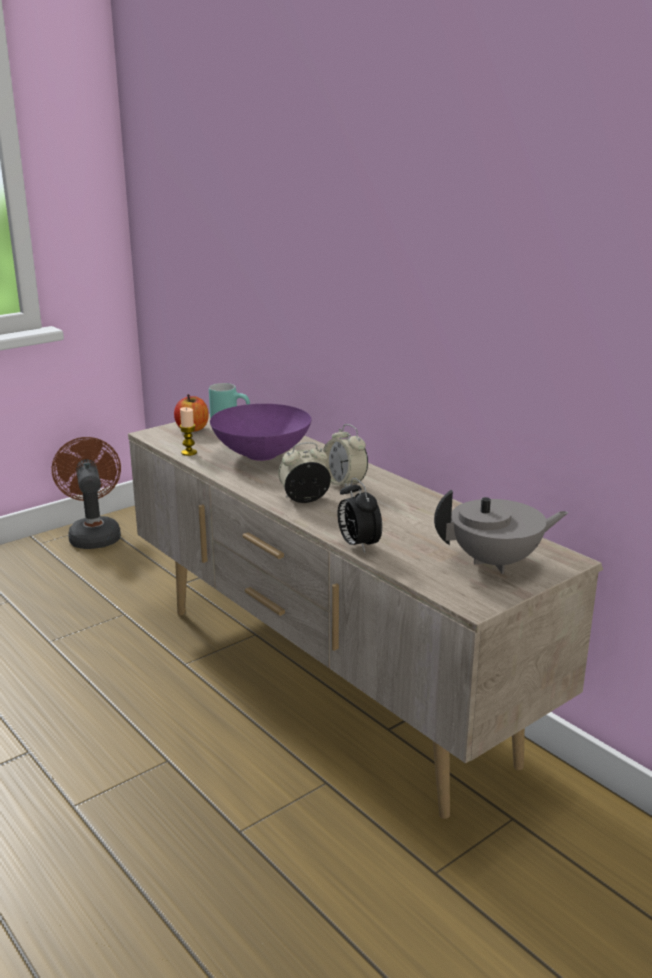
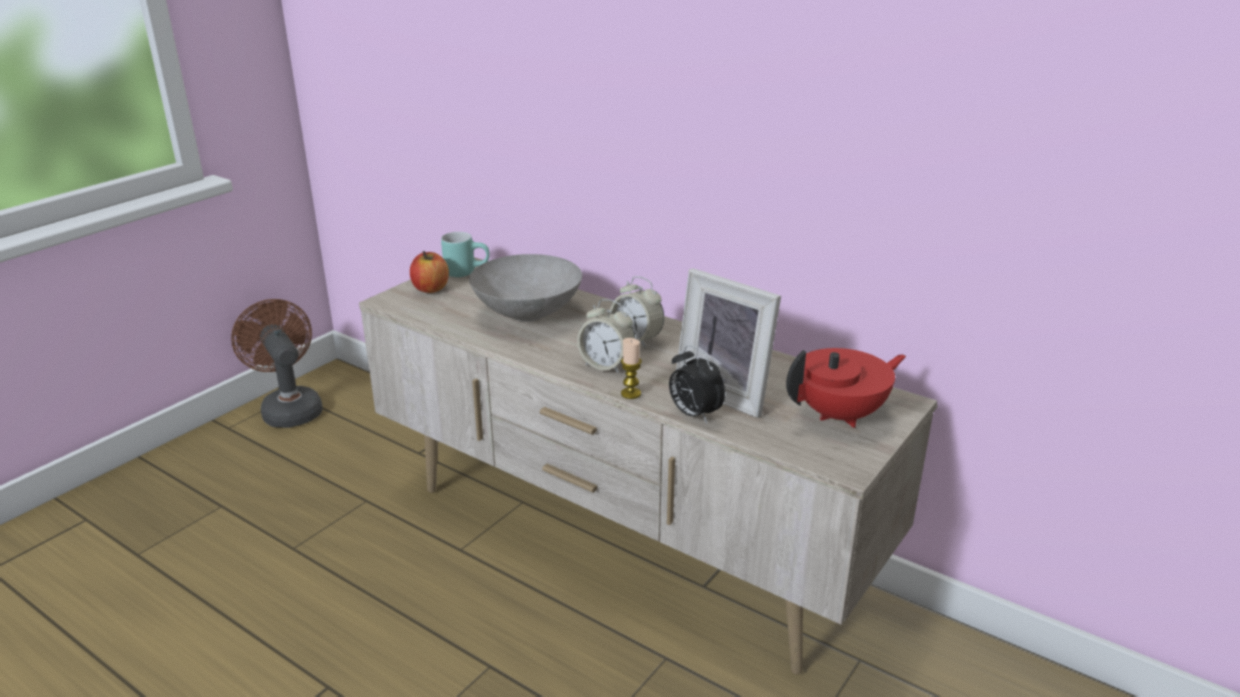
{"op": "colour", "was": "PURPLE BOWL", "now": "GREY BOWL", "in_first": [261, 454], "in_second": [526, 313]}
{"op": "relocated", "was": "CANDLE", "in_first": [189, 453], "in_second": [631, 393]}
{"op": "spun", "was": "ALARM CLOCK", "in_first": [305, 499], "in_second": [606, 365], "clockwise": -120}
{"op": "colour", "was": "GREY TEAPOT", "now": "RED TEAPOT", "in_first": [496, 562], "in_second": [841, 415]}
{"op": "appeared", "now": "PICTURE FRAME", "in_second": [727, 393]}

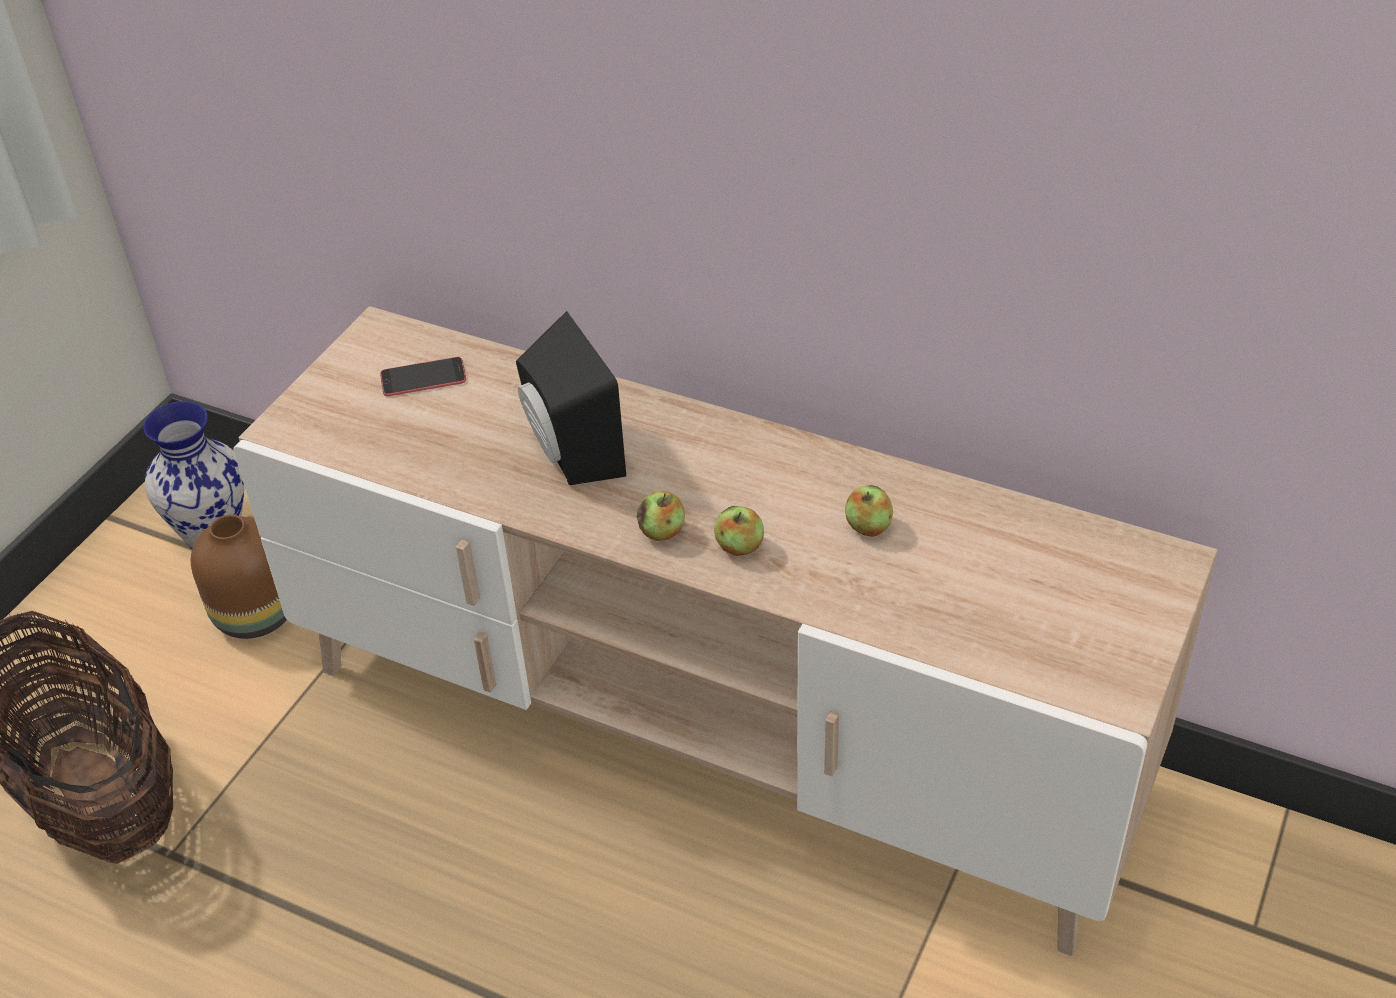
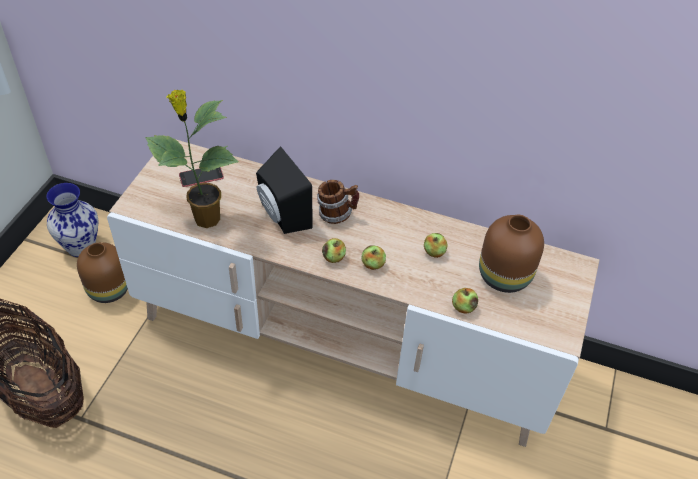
{"op": "appeared", "now": "POTTED PLANT", "in_second": [205, 219]}
{"op": "appeared", "now": "MUG", "in_second": [337, 214]}
{"op": "appeared", "now": "BROWN VASE", "in_second": [506, 276]}
{"op": "appeared", "now": "APPLE", "in_second": [463, 307]}

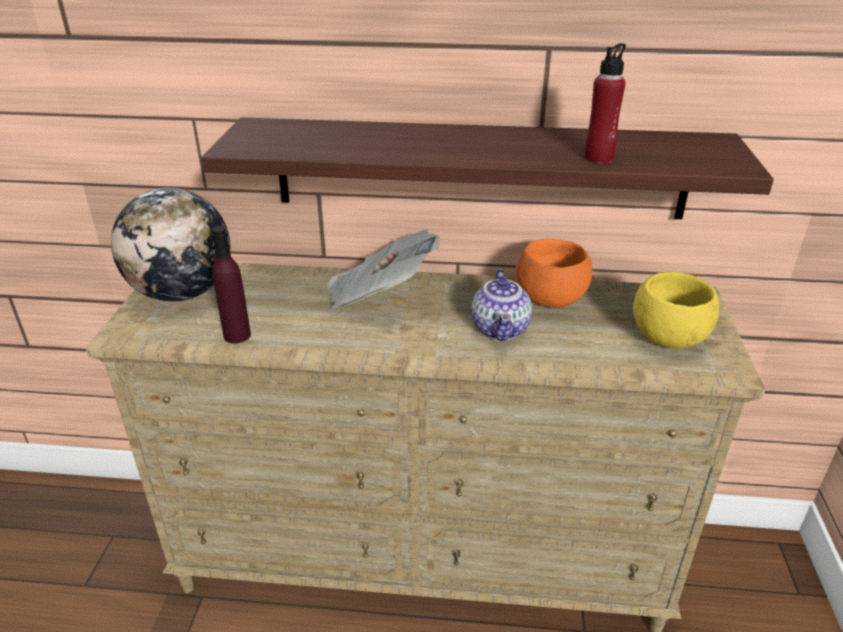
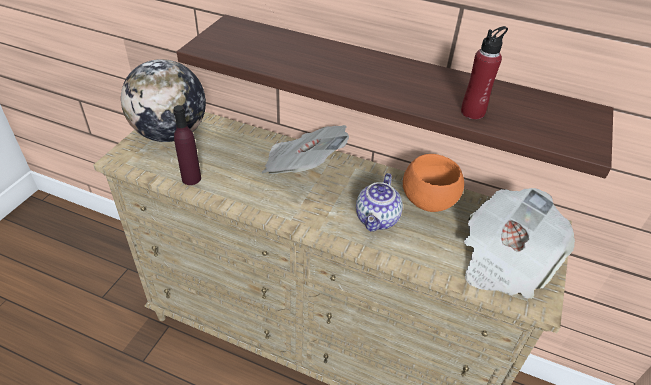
{"op": "exchanged", "was": "YELLOW BOWL", "now": "NEWSPAPER", "in_first": [668, 339], "in_second": [505, 260]}

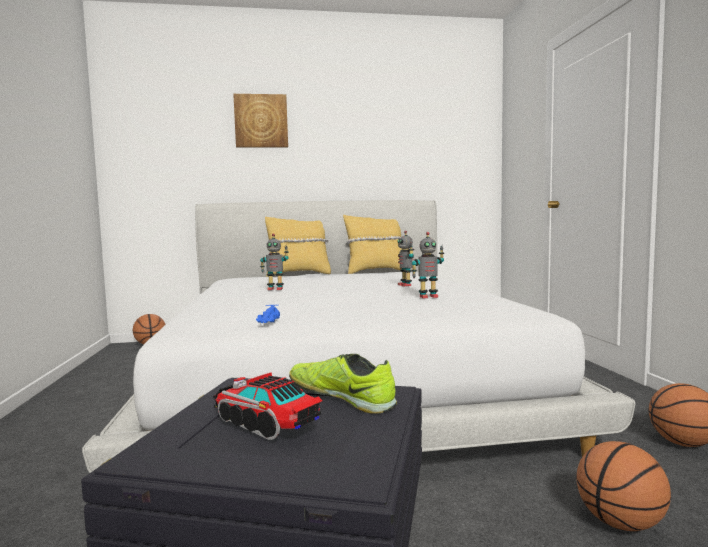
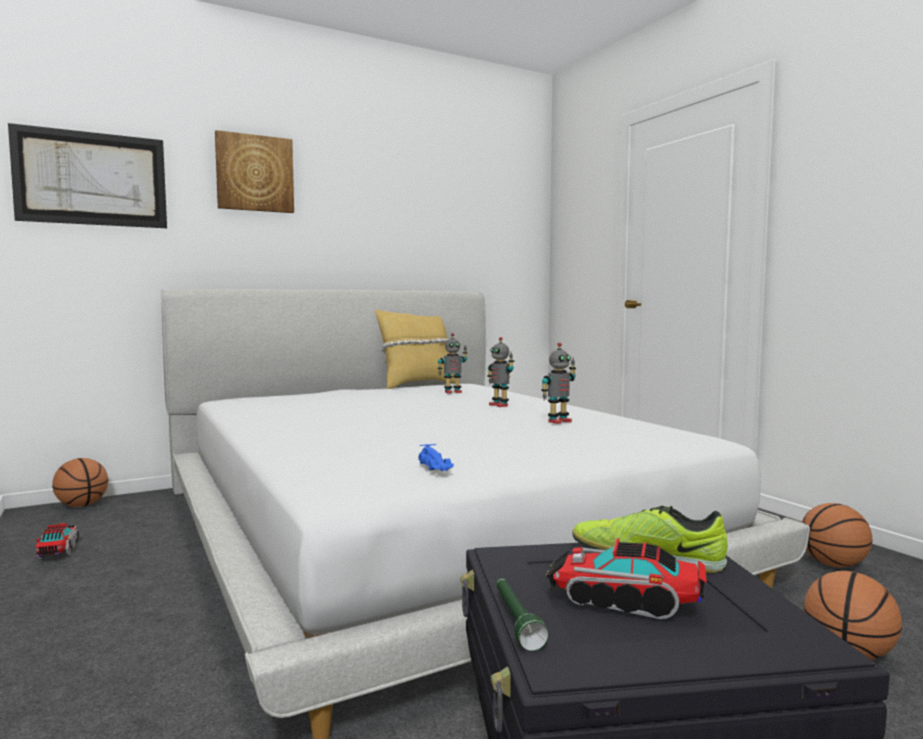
{"op": "missing", "was": "YELLOW PILLOW", "in_first": [298, 274]}
{"op": "relocated", "was": "TOY ROBOT", "in_first": [275, 289], "in_second": [452, 392]}
{"op": "appeared", "now": "PICTURE", "in_second": [92, 179]}
{"op": "appeared", "now": "TOY TRUCK", "in_second": [58, 551]}
{"op": "appeared", "now": "GREEN FLASHLIGHT", "in_second": [515, 621]}

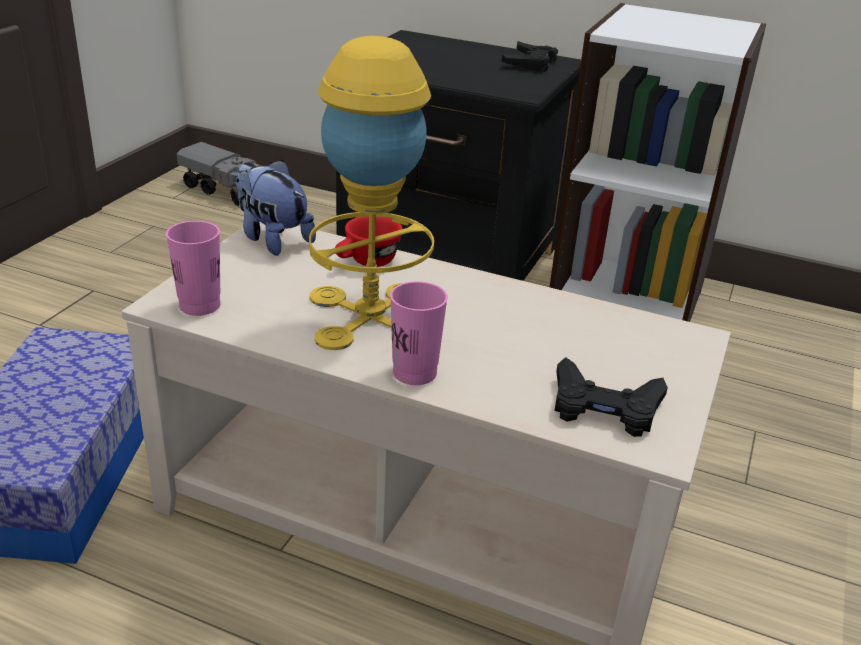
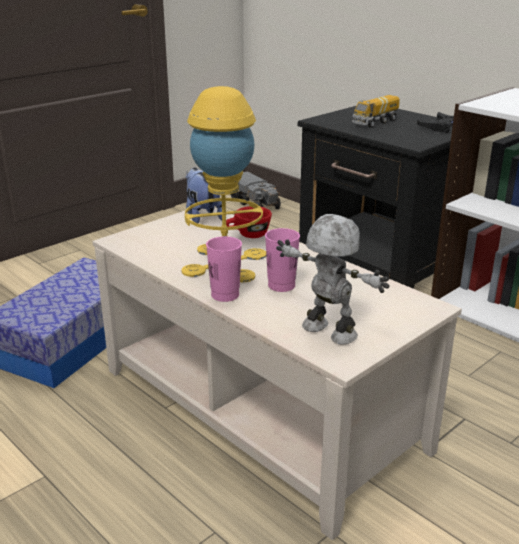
{"op": "relocated", "was": "PINK CUP", "in_first": [200, 305], "in_second": [281, 285]}
{"op": "exchanged", "was": "BLACK GAME CONTROLLER", "now": "TOY ROBOT", "in_first": [604, 407], "in_second": [327, 333]}
{"op": "appeared", "now": "TOY TRUCK", "in_second": [375, 122]}

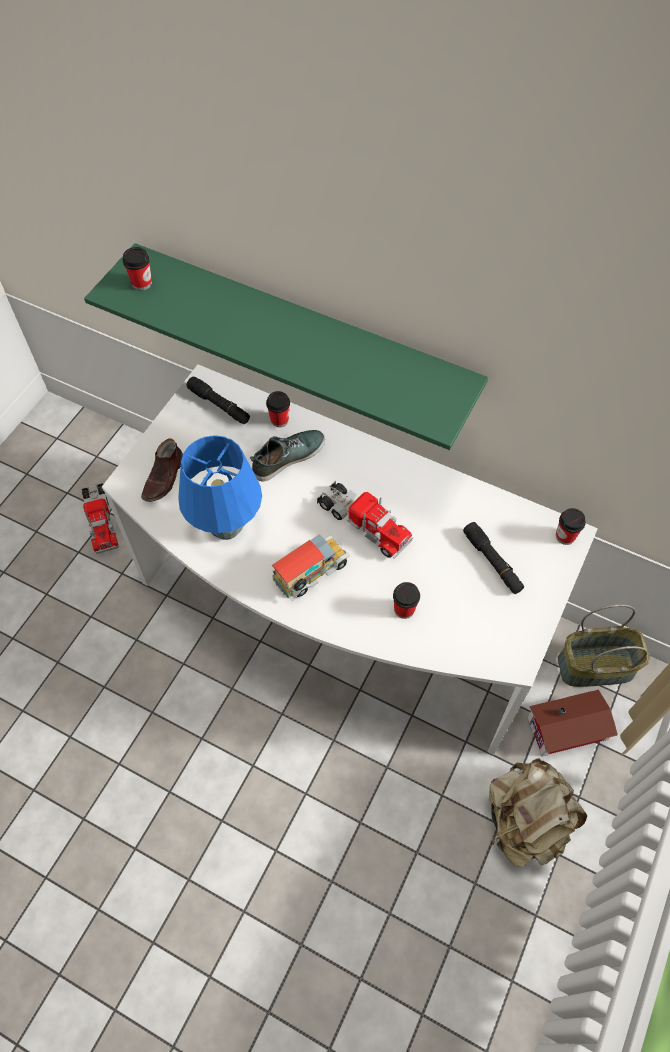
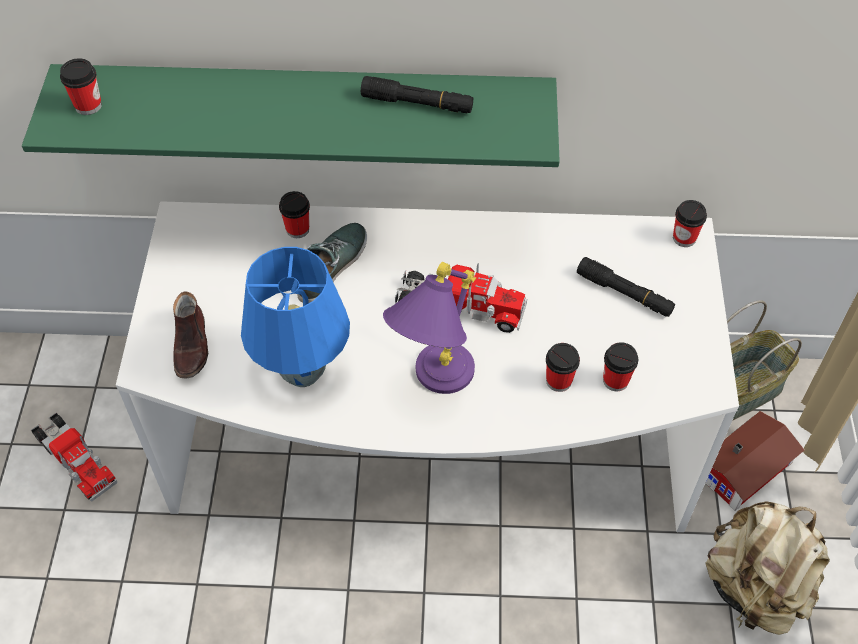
{"op": "relocated", "was": "BLACK FLASHLIGHT", "in_first": [219, 405], "in_second": [417, 104]}
{"op": "exchanged", "was": "TOY TRUCK", "now": "PURPLE TABLE LAMP", "in_first": [311, 574], "in_second": [432, 385]}
{"op": "appeared", "now": "CUP", "in_second": [615, 380]}

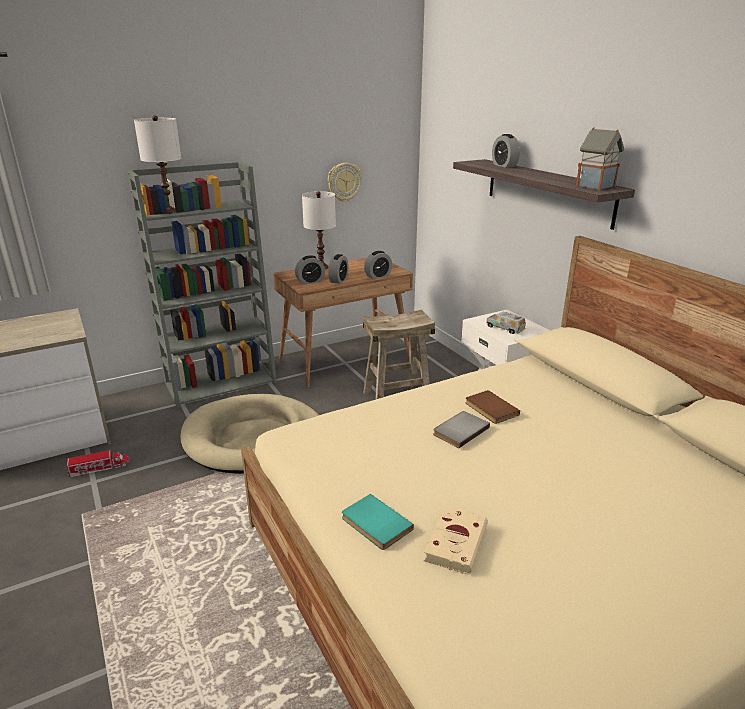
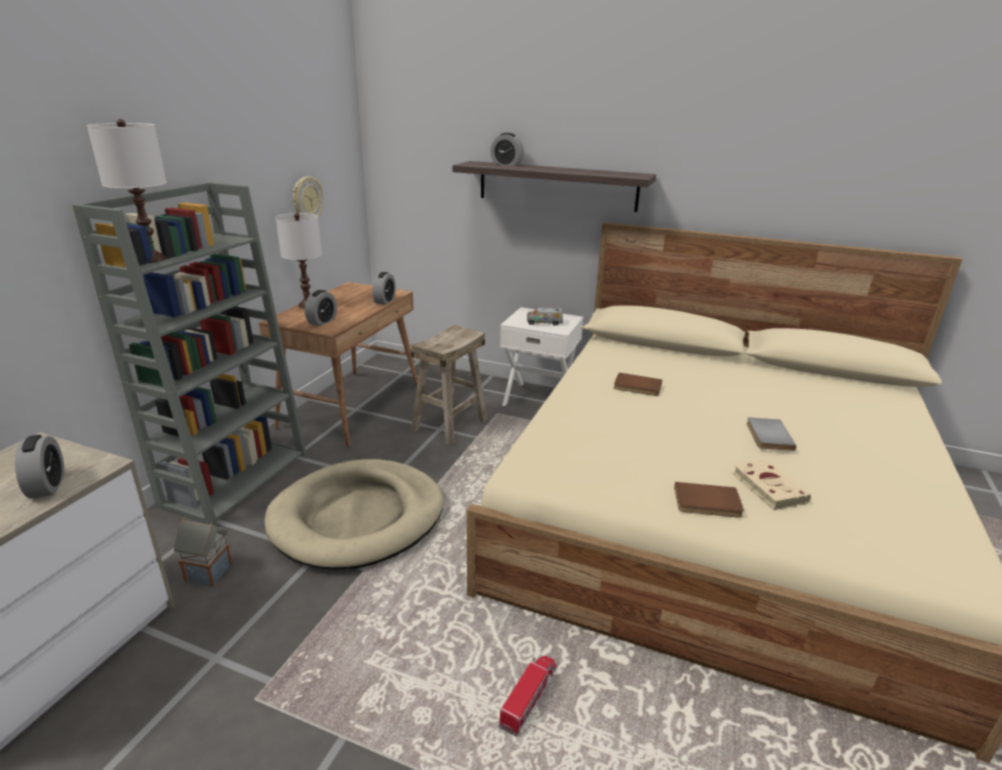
{"op": "relocated", "was": "TOY HOUSE", "in_first": [596, 186], "in_second": [210, 572]}
{"op": "relocated", "was": "ALARM CLOCK", "in_first": [338, 280], "in_second": [47, 486]}
{"op": "relocated", "was": "GREY BOOK", "in_first": [459, 430], "in_second": [767, 436]}
{"op": "relocated", "was": "TOY TRUCK", "in_first": [99, 468], "in_second": [529, 697]}
{"op": "colour", "was": "TURQUOISE BOOK", "now": "BROWN BOOK", "in_first": [374, 524], "in_second": [707, 503]}

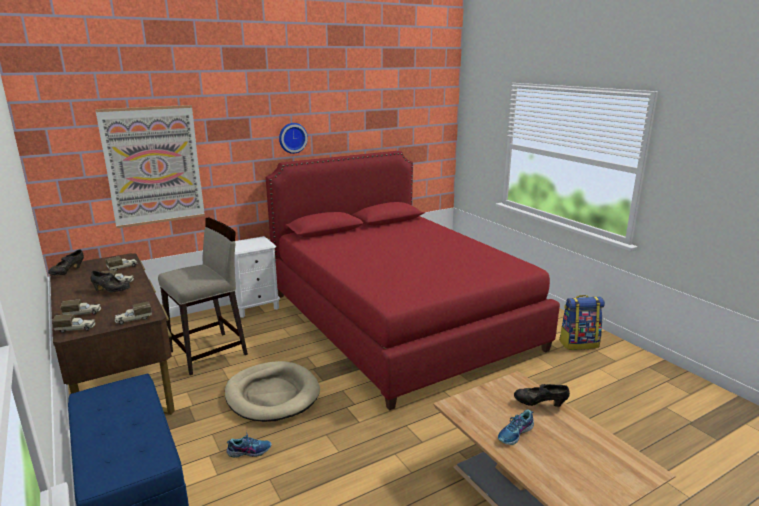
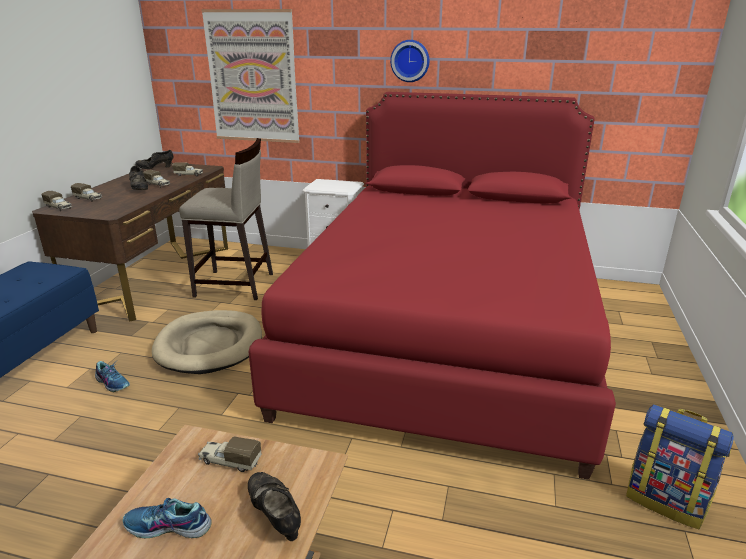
{"op": "relocated", "was": "TOY TRUCK", "in_first": [133, 319], "in_second": [229, 461]}

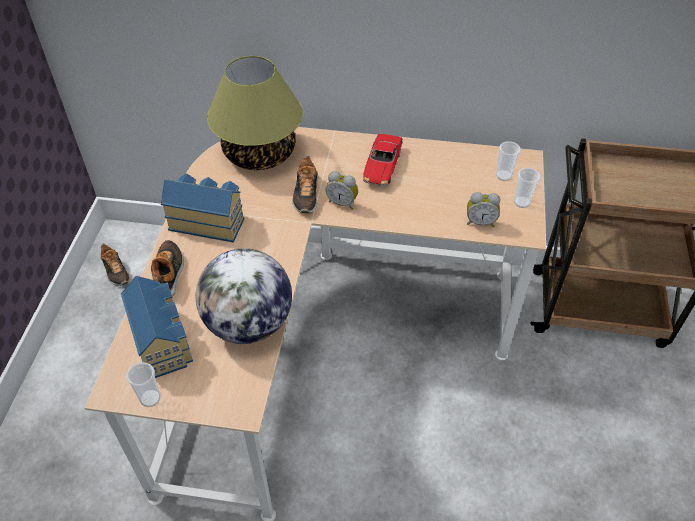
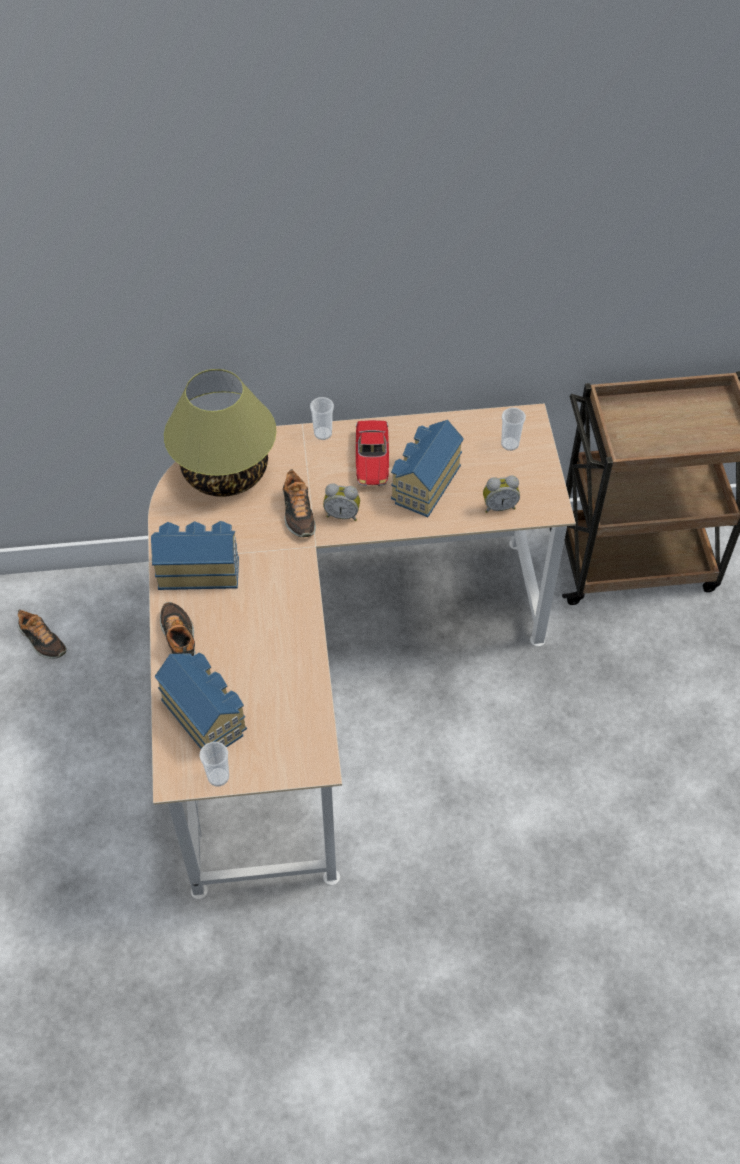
{"op": "relocated", "was": "CUP", "in_first": [522, 202], "in_second": [323, 433]}
{"op": "missing", "was": "GLOBE", "in_first": [249, 324]}
{"op": "appeared", "now": "TOY HOUSE", "in_second": [423, 483]}

